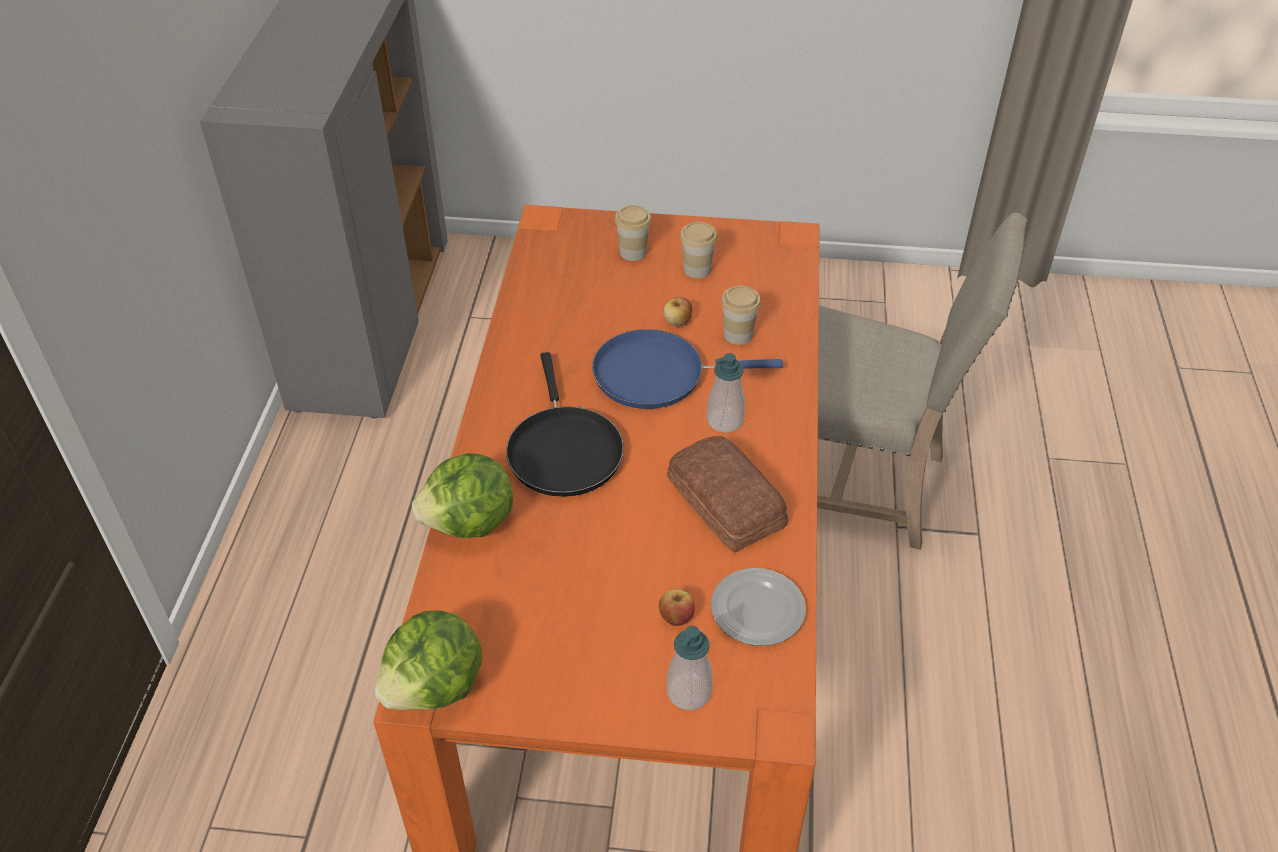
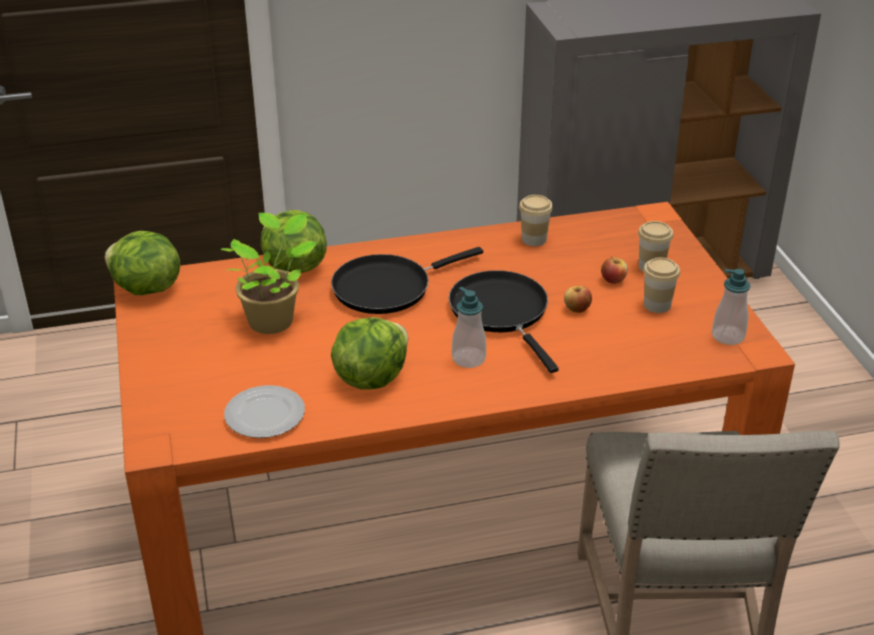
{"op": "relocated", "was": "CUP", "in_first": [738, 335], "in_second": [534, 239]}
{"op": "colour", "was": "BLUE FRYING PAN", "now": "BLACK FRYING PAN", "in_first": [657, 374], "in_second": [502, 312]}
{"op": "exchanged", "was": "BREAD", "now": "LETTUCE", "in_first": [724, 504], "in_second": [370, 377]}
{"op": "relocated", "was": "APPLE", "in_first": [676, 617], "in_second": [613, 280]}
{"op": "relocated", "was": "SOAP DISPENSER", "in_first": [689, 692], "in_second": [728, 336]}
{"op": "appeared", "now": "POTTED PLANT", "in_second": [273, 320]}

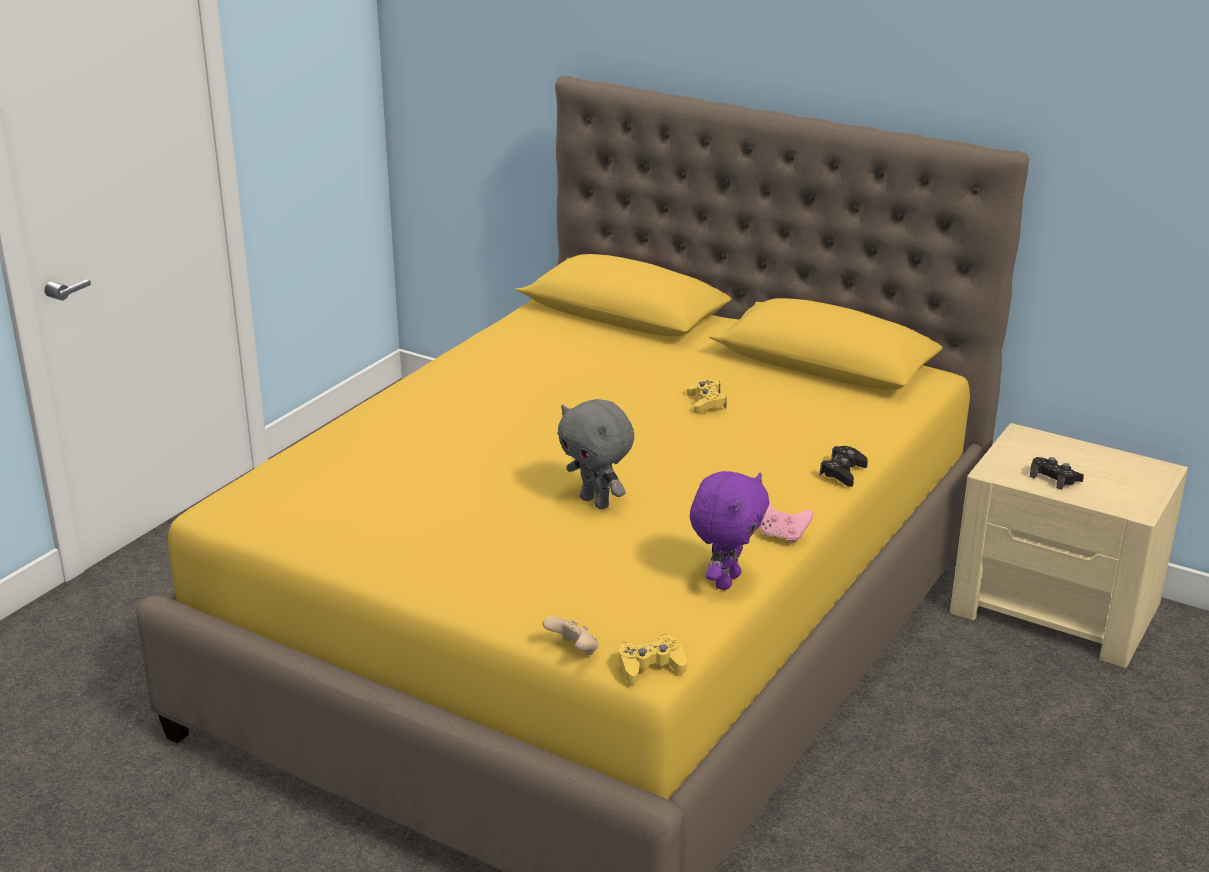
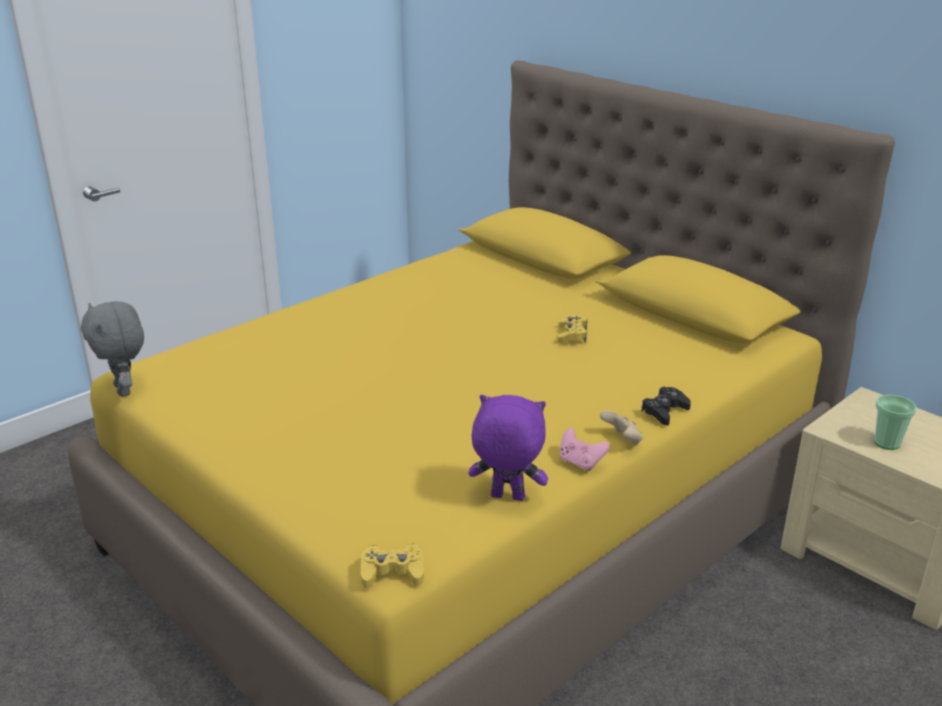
{"op": "relocated", "was": "GREY PLUSH TOY", "in_first": [596, 502], "in_second": [125, 390]}
{"op": "exchanged", "was": "BLACK GAME CONTROLLER", "now": "CUP", "in_first": [1054, 478], "in_second": [887, 443]}
{"op": "spun", "was": "PURPLE PLUSH TOY", "in_first": [725, 580], "in_second": [506, 498], "clockwise": -120}
{"op": "relocated", "was": "BEIGE GAME CONTROLLER", "in_first": [573, 651], "in_second": [622, 440]}

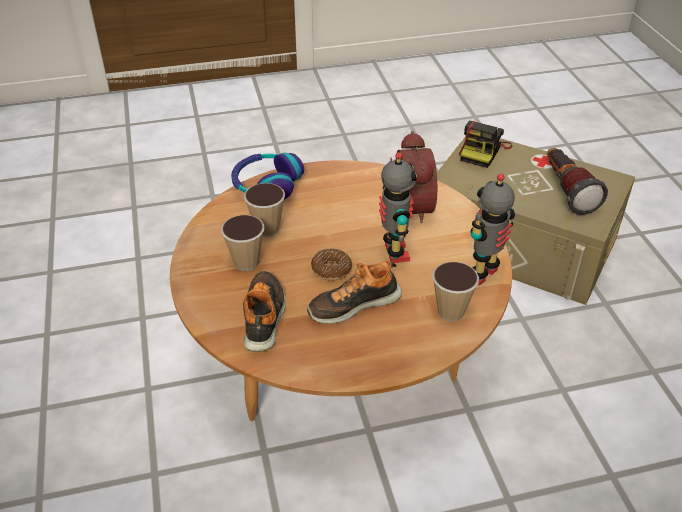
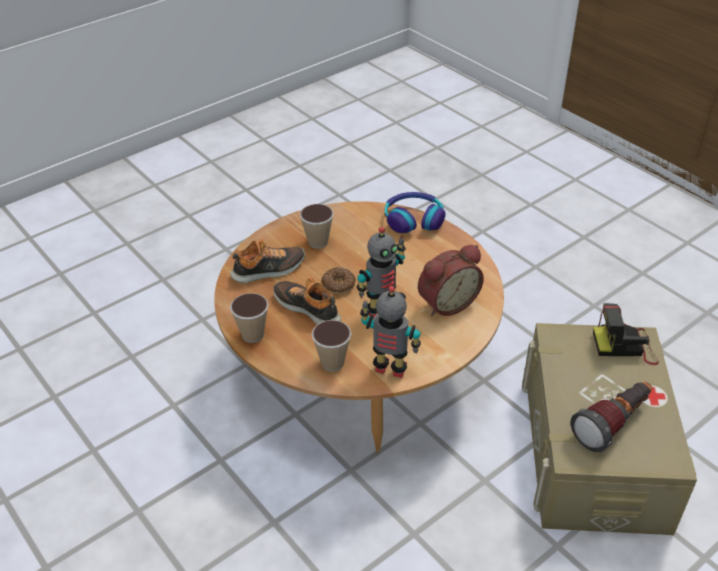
{"op": "relocated", "was": "CUP", "in_first": [267, 229], "in_second": [253, 335]}

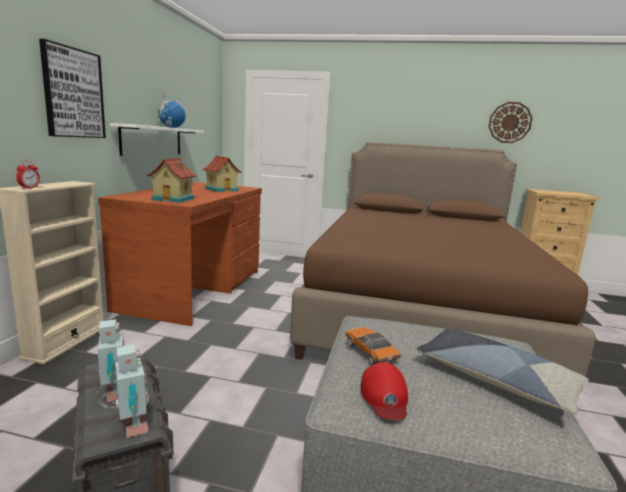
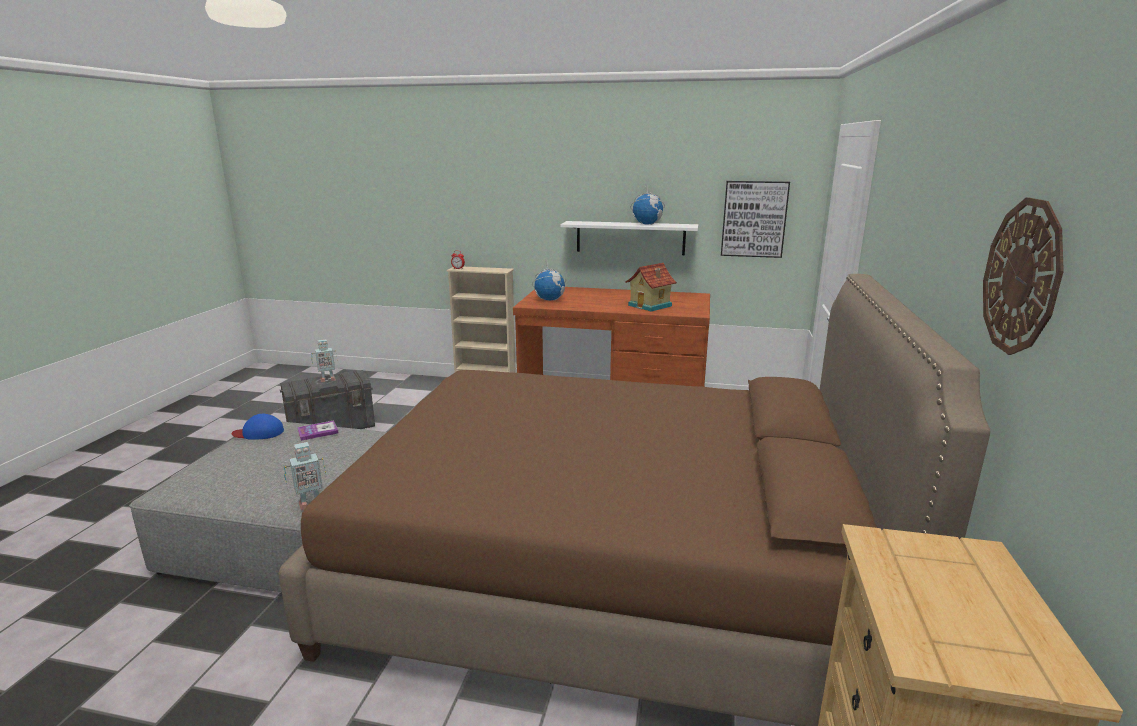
{"op": "relocated", "was": "PICTURE", "in_first": [73, 93], "in_second": [754, 219]}
{"op": "exchanged", "was": "TOY HOUSE", "now": "GLOBE", "in_first": [174, 199], "in_second": [549, 300]}
{"op": "exchanged", "was": "TOY CAR", "now": "BOOK", "in_first": [370, 351], "in_second": [318, 431]}
{"op": "missing", "was": "PILLOW", "in_first": [495, 379]}
{"op": "relocated", "was": "TOY ROBOT", "in_first": [132, 428], "in_second": [310, 503]}
{"op": "colour", "was": "RED CAP", "now": "BLUE CAP", "in_first": [384, 396], "in_second": [259, 433]}

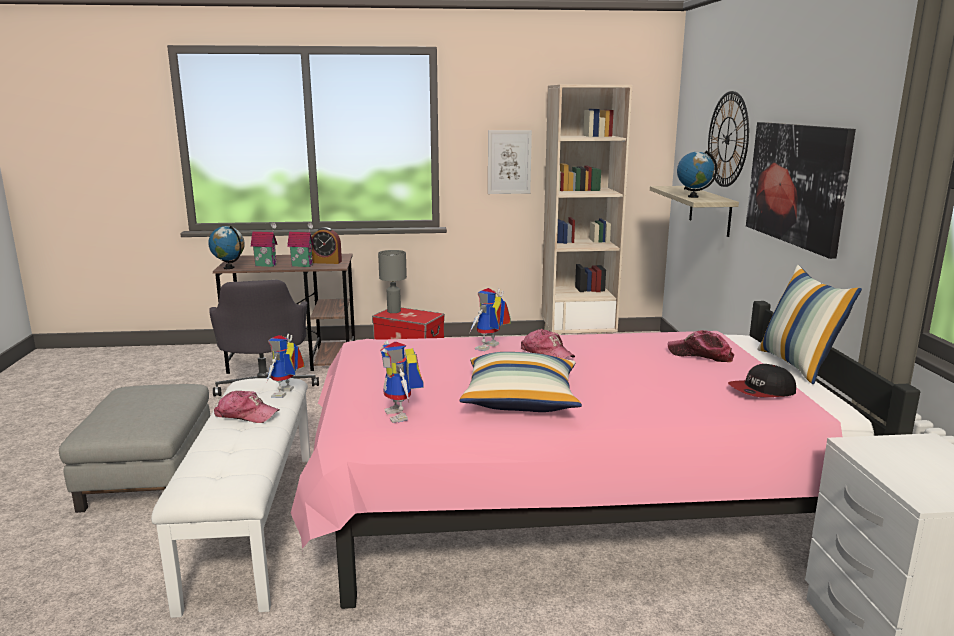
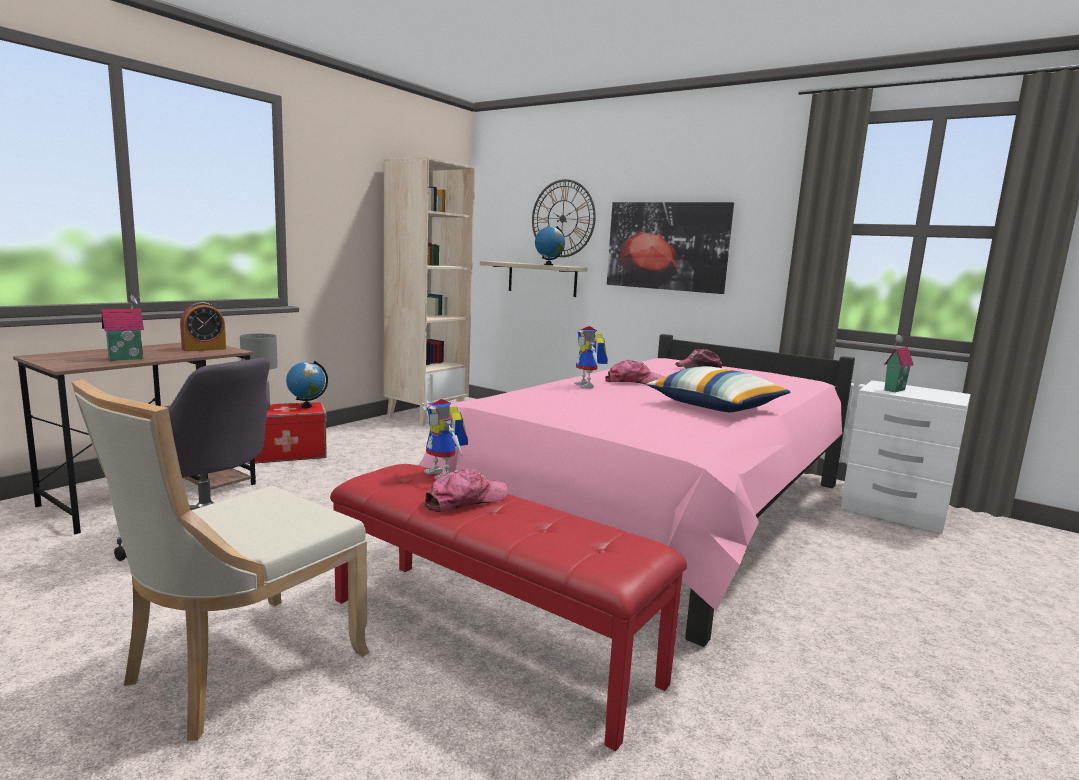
{"op": "missing", "was": "PICTURE", "in_first": [509, 162]}
{"op": "relocated", "was": "TOY HOUSE", "in_first": [302, 265], "in_second": [892, 389]}
{"op": "relocated", "was": "GLOBE", "in_first": [229, 268], "in_second": [306, 406]}
{"op": "missing", "was": "PILLOW", "in_first": [798, 365]}
{"op": "missing", "was": "TOY ROBOT", "in_first": [402, 416]}
{"op": "missing", "was": "CAP", "in_first": [762, 391]}
{"op": "colour", "was": "WHITE BENCH", "now": "RED BENCH", "in_first": [254, 524], "in_second": [490, 638]}
{"op": "exchanged", "was": "GREY OTTOMAN", "now": "BEIGE CHAIR", "in_first": [148, 474], "in_second": [238, 668]}

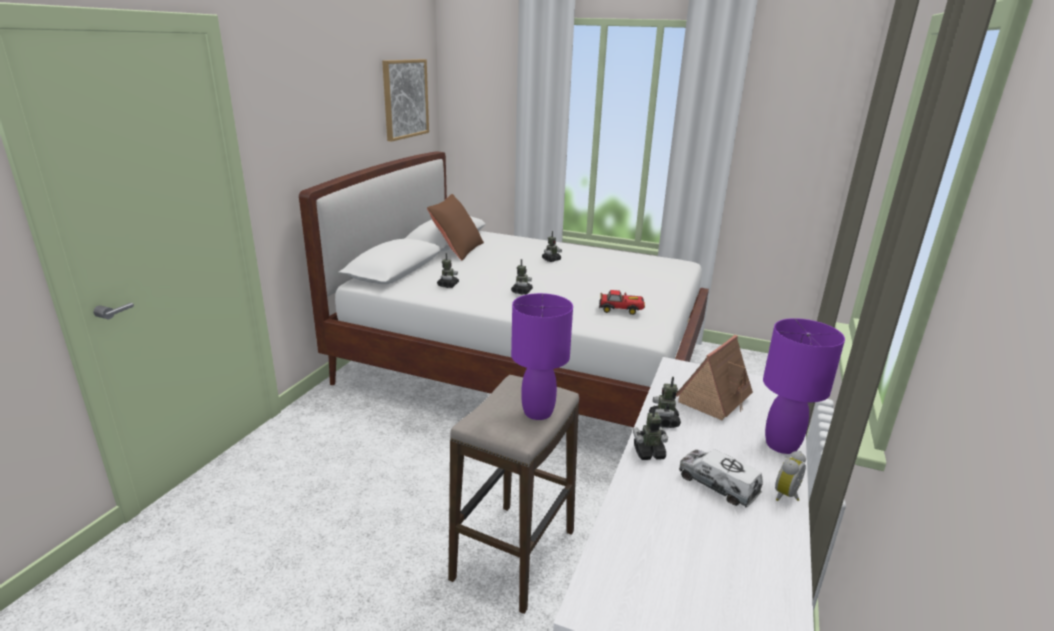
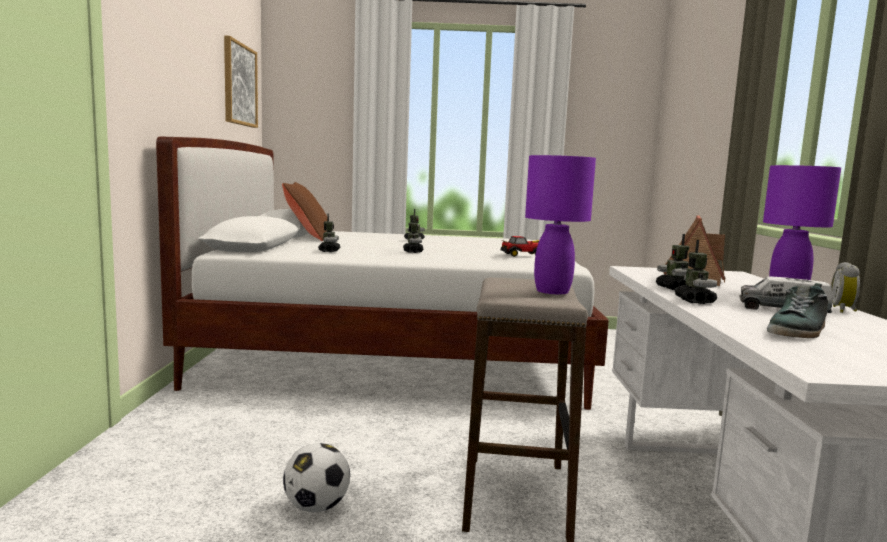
{"op": "spun", "was": "TOY ROBOT", "in_first": [649, 453], "in_second": [694, 301], "clockwise": 120}
{"op": "appeared", "now": "SHOE", "in_second": [799, 331]}
{"op": "appeared", "now": "FOOTBALL", "in_second": [316, 507]}

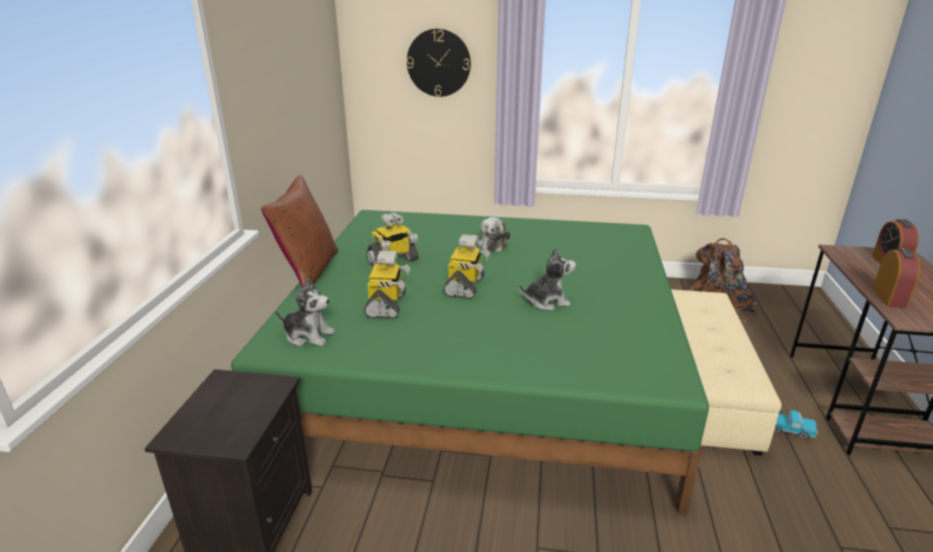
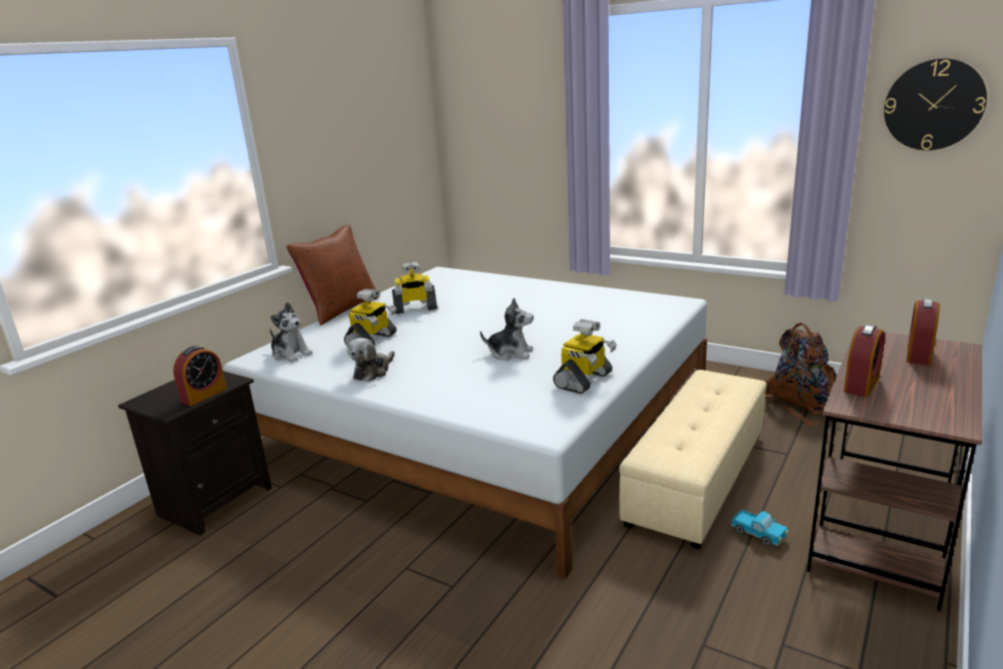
{"op": "relocated", "was": "WALL CLOCK", "in_first": [438, 63], "in_second": [933, 105]}
{"op": "colour", "was": "GREEN BED", "now": "WHITE BED", "in_first": [483, 368], "in_second": [486, 424]}
{"op": "relocated", "was": "PLUSH TOY", "in_first": [493, 244], "in_second": [373, 371]}
{"op": "relocated", "was": "TOY ROBOT", "in_first": [465, 287], "in_second": [584, 380]}
{"op": "appeared", "now": "ALARM CLOCK", "in_second": [204, 395]}

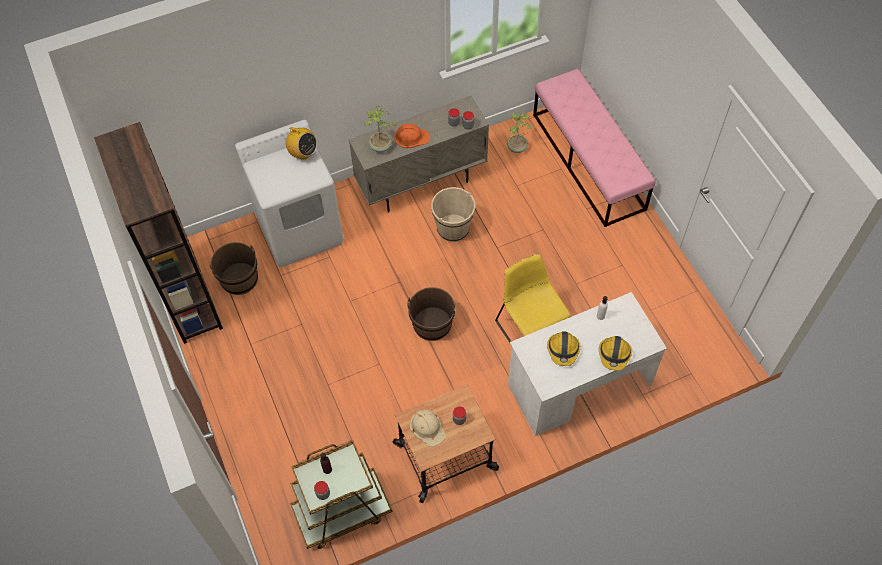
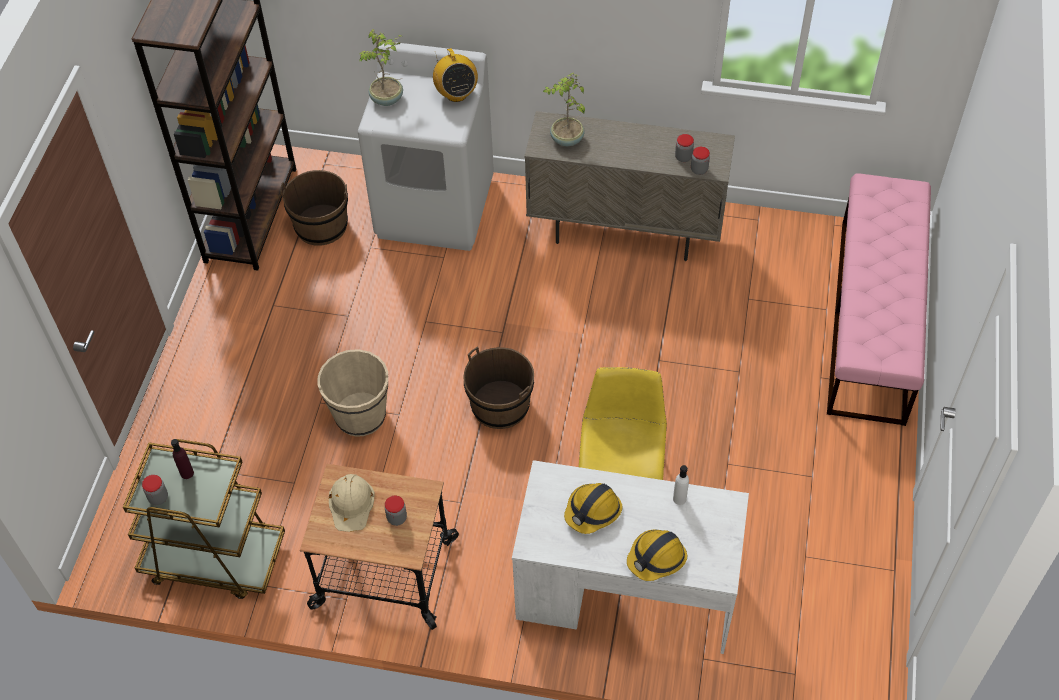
{"op": "relocated", "was": "POTTED PLANT", "in_first": [517, 147], "in_second": [387, 99]}
{"op": "missing", "was": "ORANGE HARD HAT", "in_first": [411, 137]}
{"op": "relocated", "was": "BEIGE BUCKET", "in_first": [453, 228], "in_second": [360, 415]}

